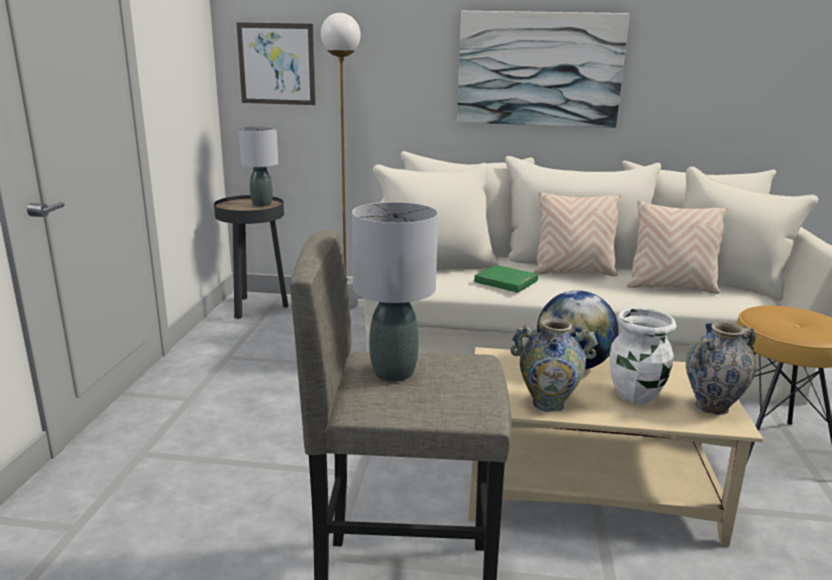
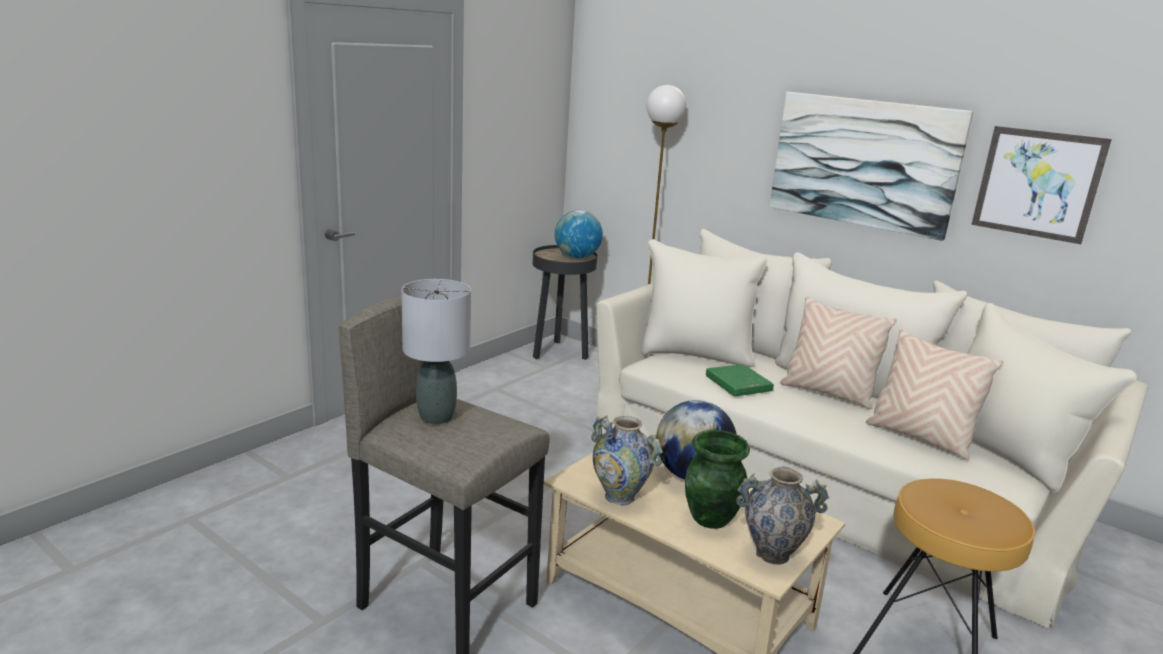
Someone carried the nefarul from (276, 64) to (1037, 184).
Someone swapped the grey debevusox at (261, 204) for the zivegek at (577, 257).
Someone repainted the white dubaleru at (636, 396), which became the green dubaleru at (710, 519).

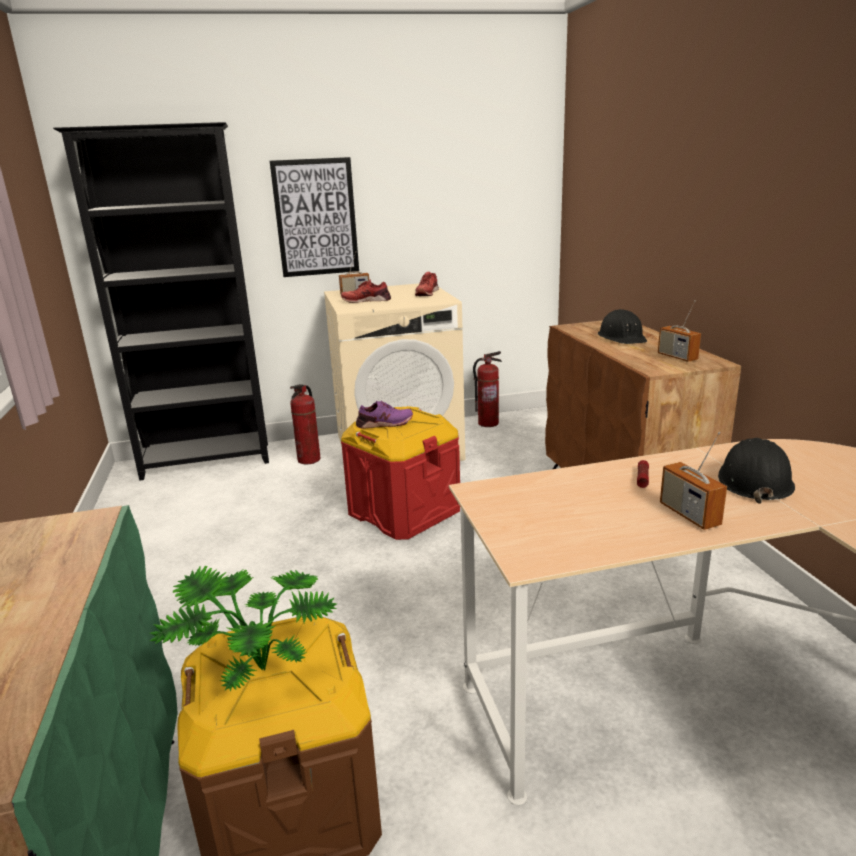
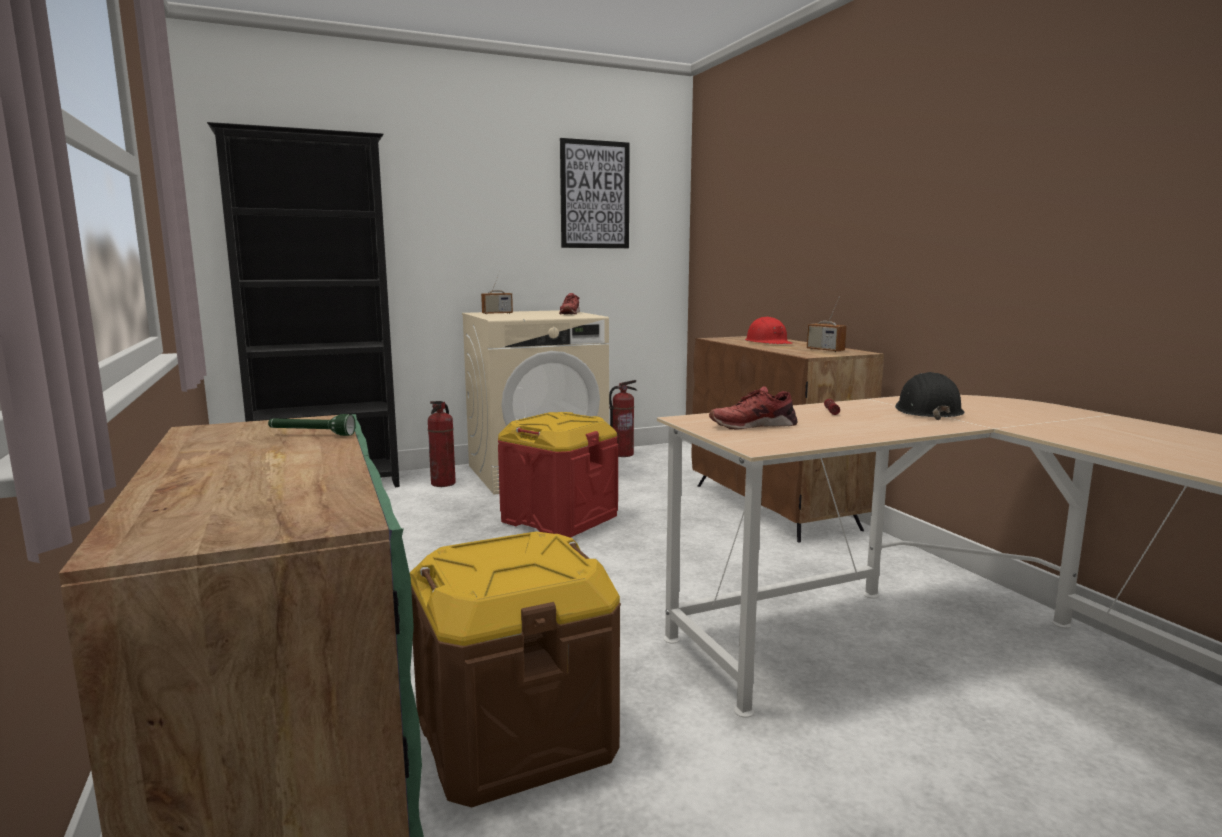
Someone took away the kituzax at (255, 666).
Someone carried the nefarul from (316, 218) to (594, 195).
Someone carried the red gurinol from (366, 300) to (752, 425).
Someone took away the purple gurinol at (384, 423).
Someone repainted the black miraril at (622, 337), which became the red miraril at (768, 342).
Someone took away the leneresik at (689, 515).
Someone put down the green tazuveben at (311, 434).

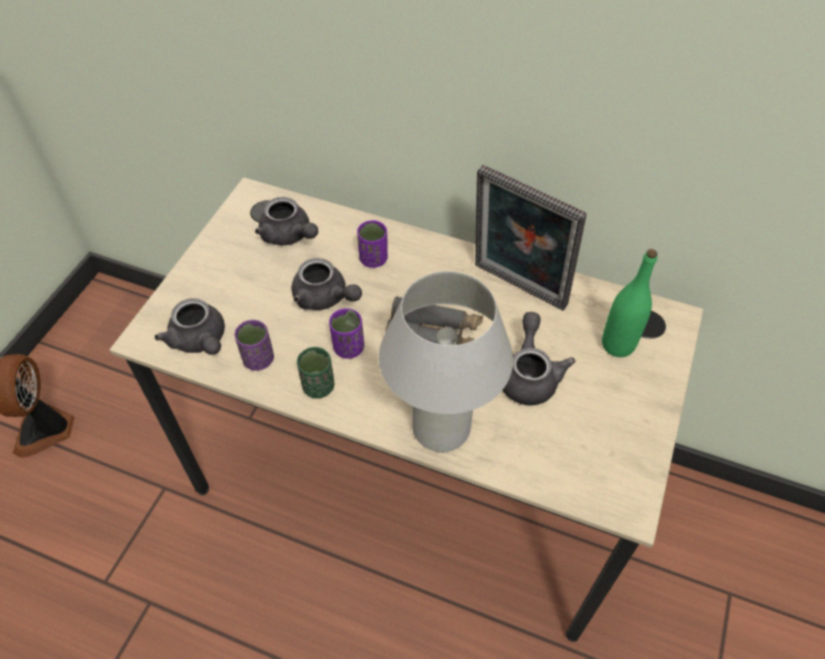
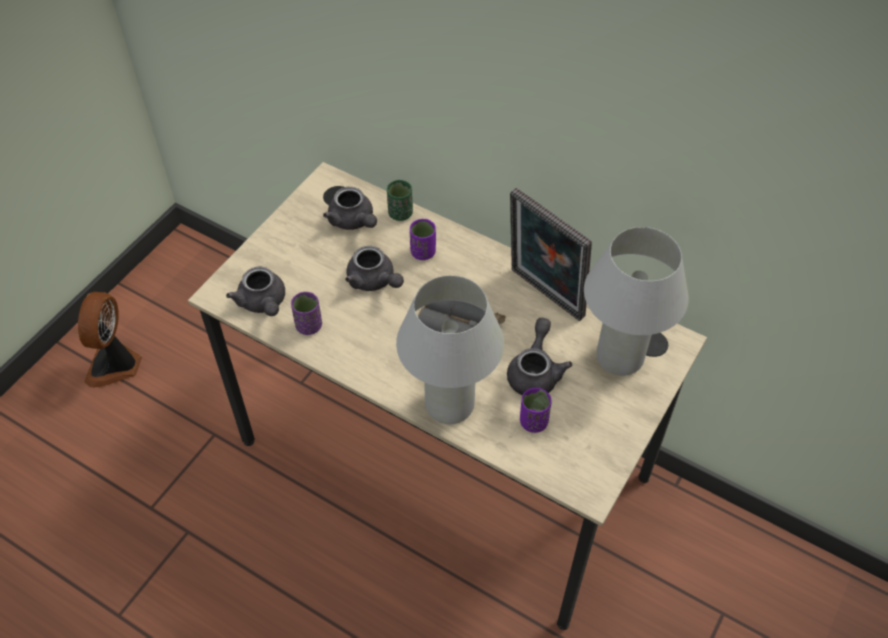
Someone carried the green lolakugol from (318, 386) to (400, 213).
Someone carried the purple lolakugol from (348, 348) to (533, 422).
Someone swapped the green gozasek at (617, 344) for the white debevusox at (619, 357).

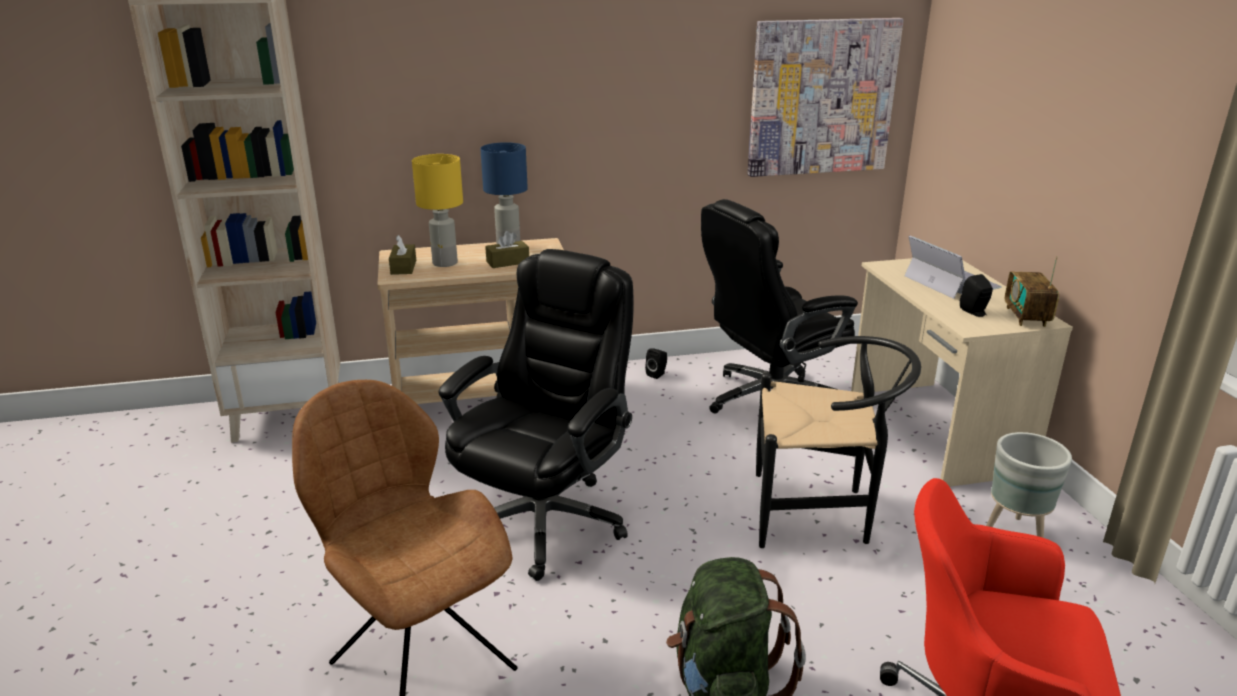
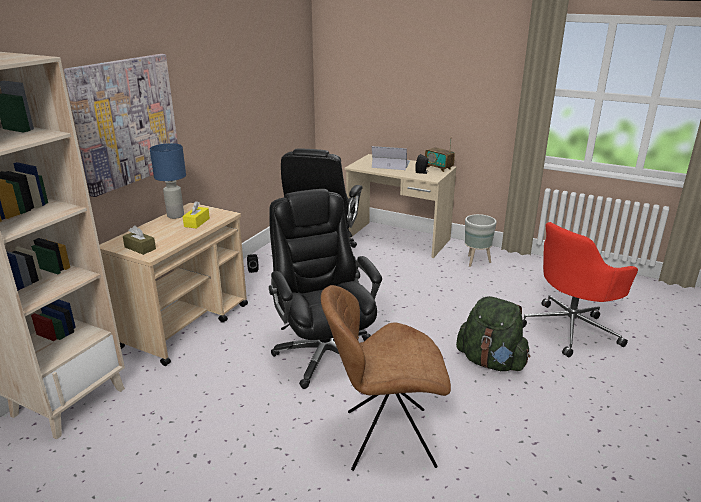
Someone took away the yellow debevusox at (445, 263).
Someone repainted the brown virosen at (508, 262), which became the yellow virosen at (197, 222).
Someone carried the nefarul from (821, 97) to (126, 122).
Someone took away the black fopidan at (820, 513).

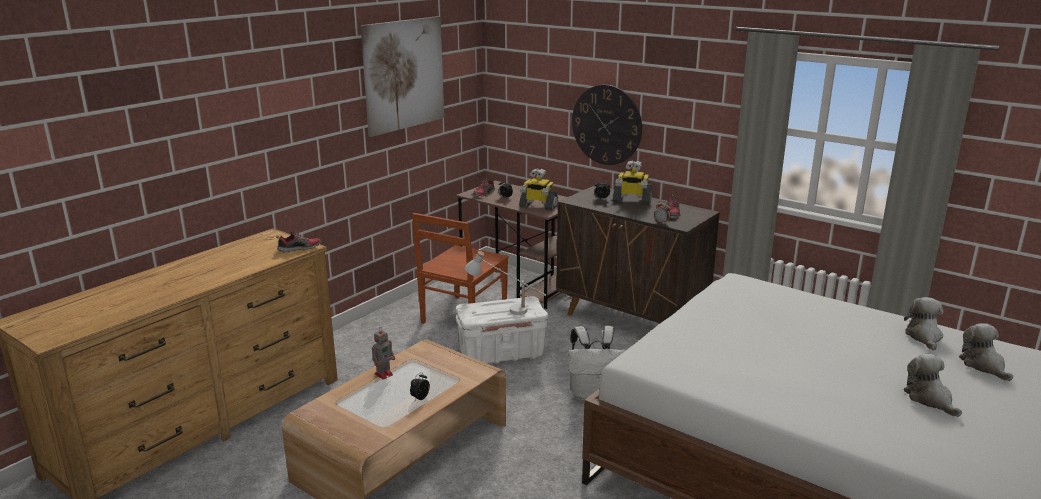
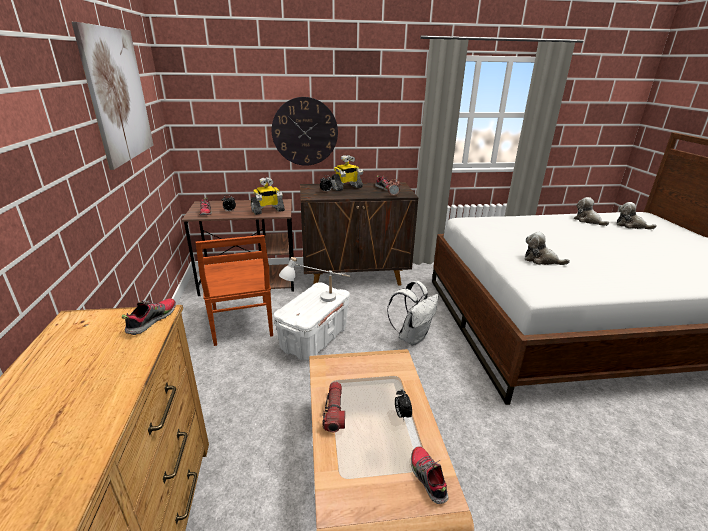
Someone swapped the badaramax at (384, 374) for the tazuveben at (334, 412).
Someone carried the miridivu from (929, 399) to (541, 260).
Someone put down the gurinol at (427, 478).

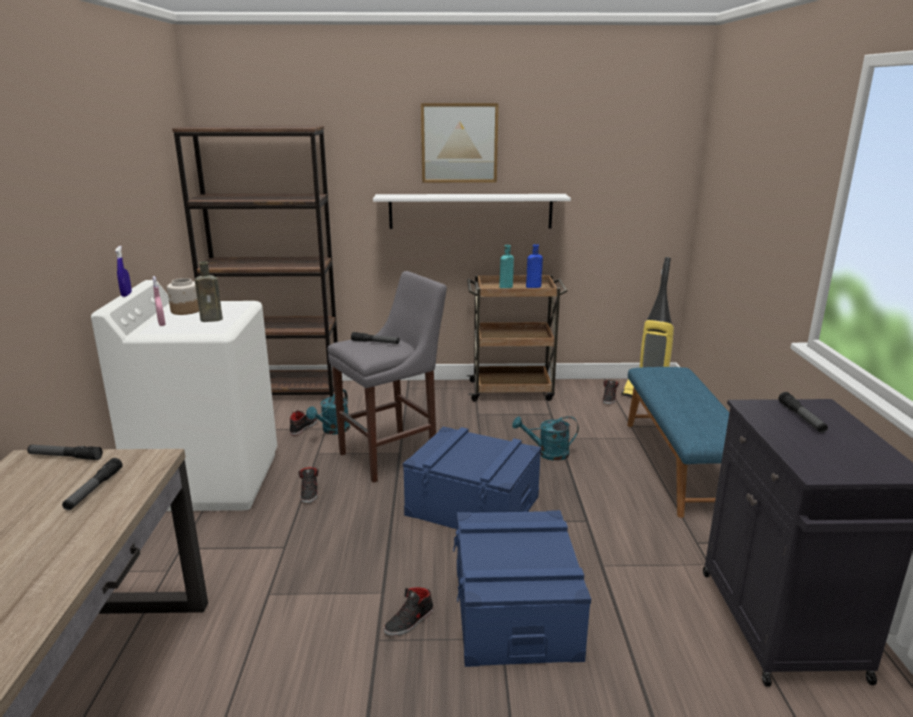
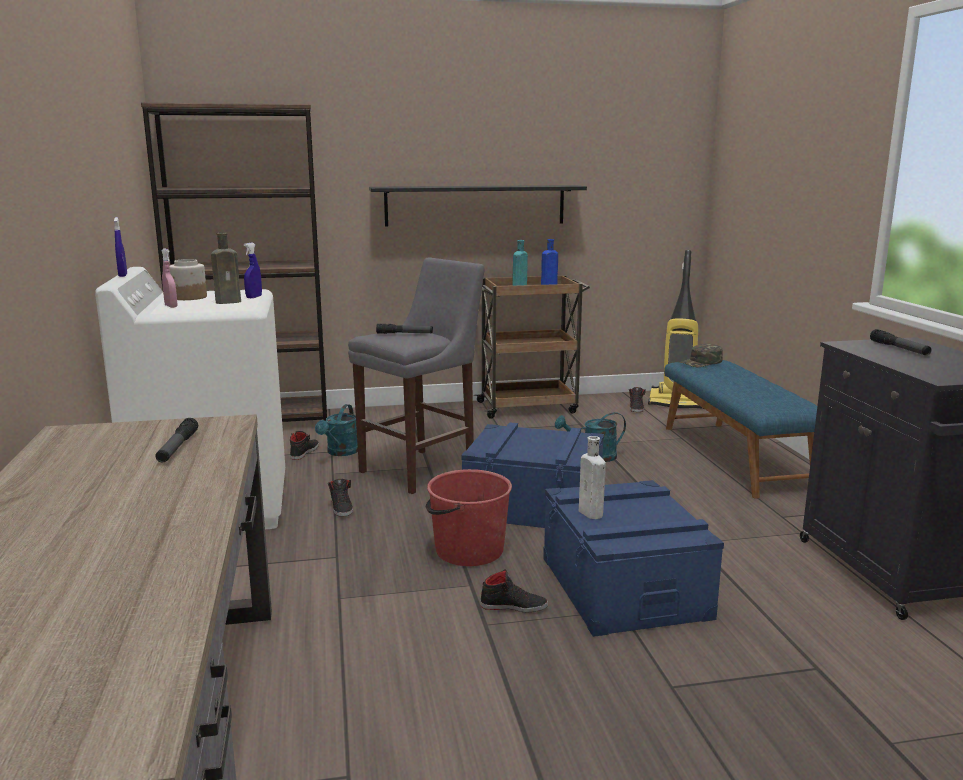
Someone took away the tazuveben at (65, 457).
Someone repainted the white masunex at (470, 211), which became the black masunex at (475, 205).
Someone rotated the black gurinol at (409, 621) by 120 degrees counterclockwise.
Someone took away the nefarul at (459, 143).
Someone put down the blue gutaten at (254, 297).
Someone put down the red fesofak at (468, 550).
Someone put down the white gozasek at (592, 514).
Someone put down the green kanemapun at (701, 362).

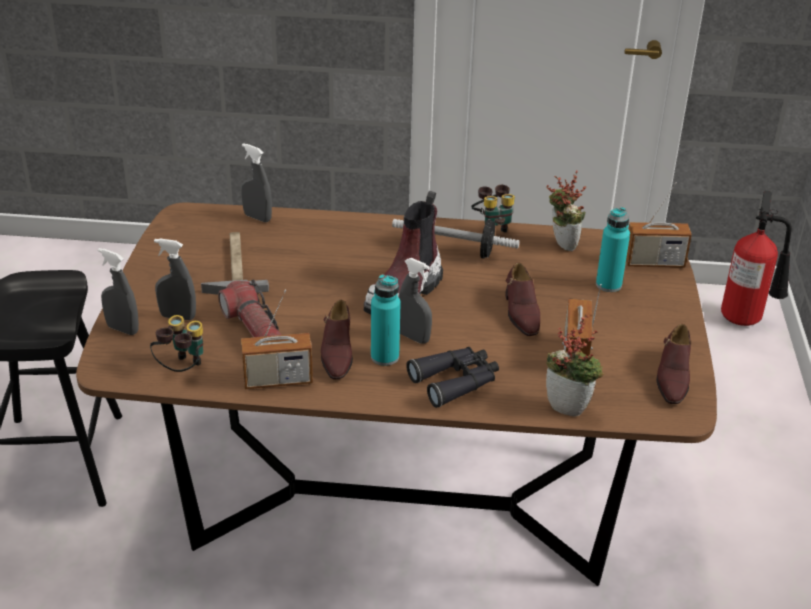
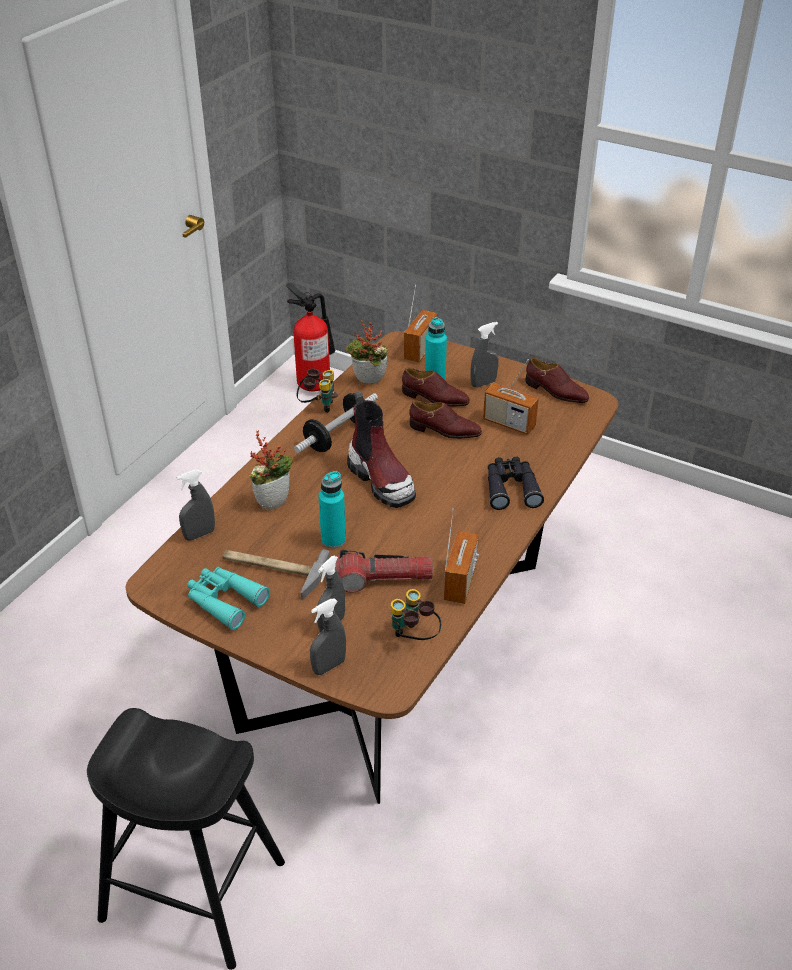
Someone carried the brown gurinol from (337, 353) to (435, 398).
Someone carried the turquoise gozasek from (385, 357) to (333, 540).
Someone carried the grey gutaten from (413, 337) to (483, 383).
Someone carried the kituzax from (570, 407) to (273, 501).
Someone put down the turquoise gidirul at (224, 601).

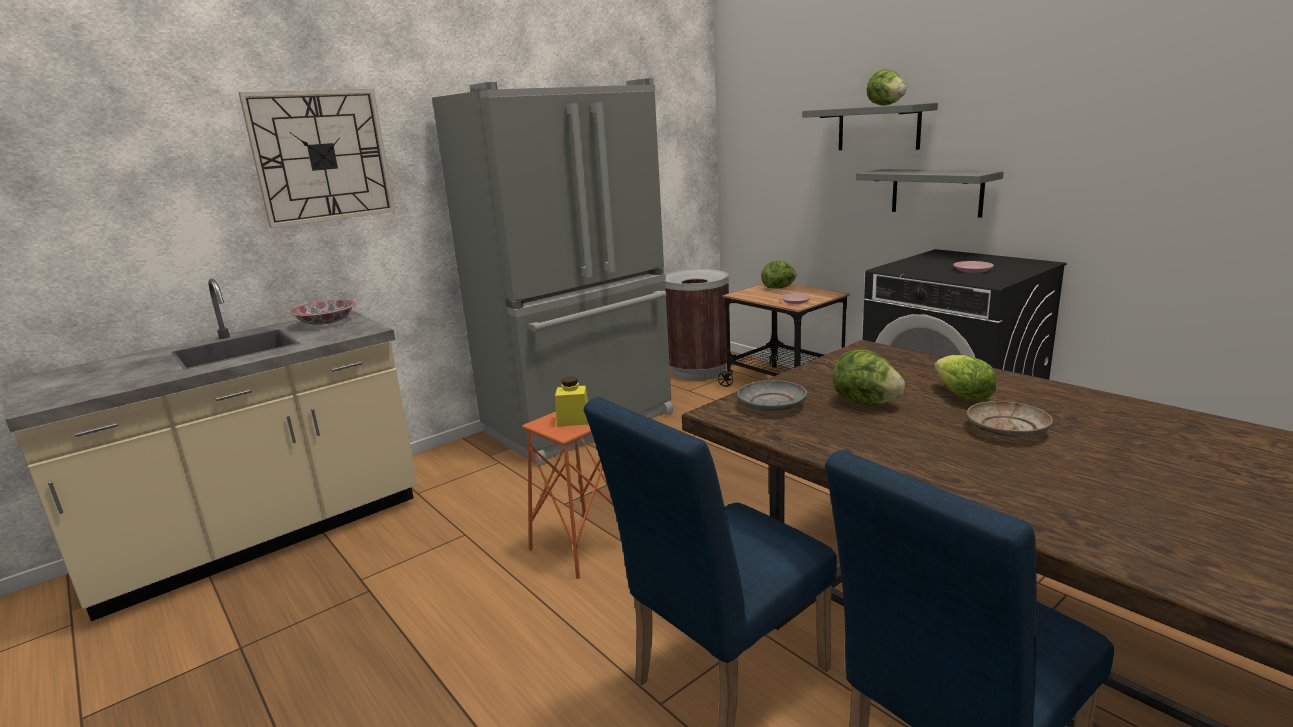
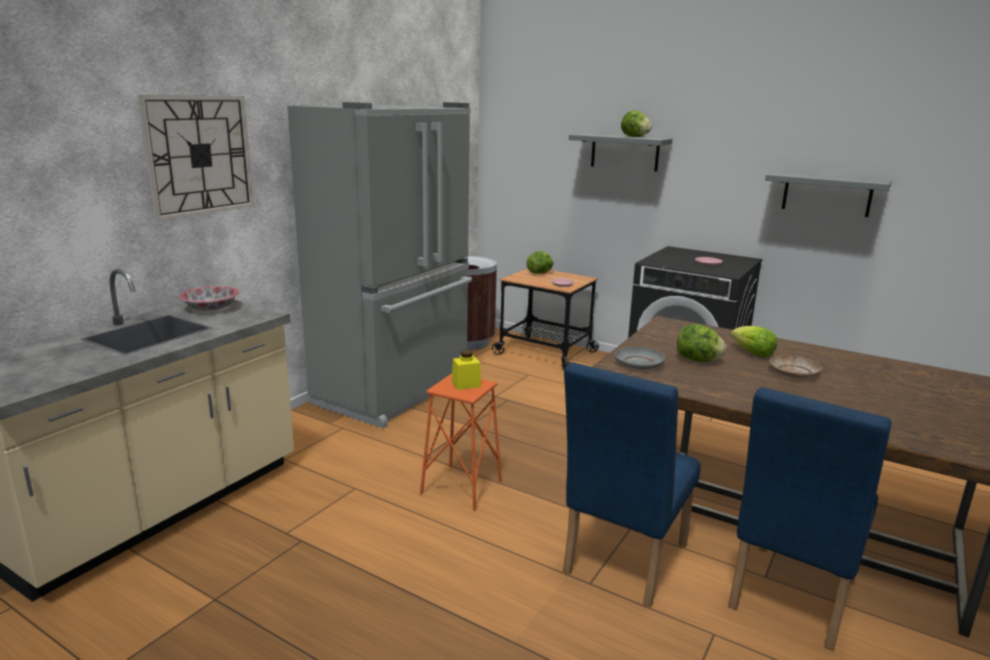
Someone carried the grey masunex from (936, 192) to (827, 194).

